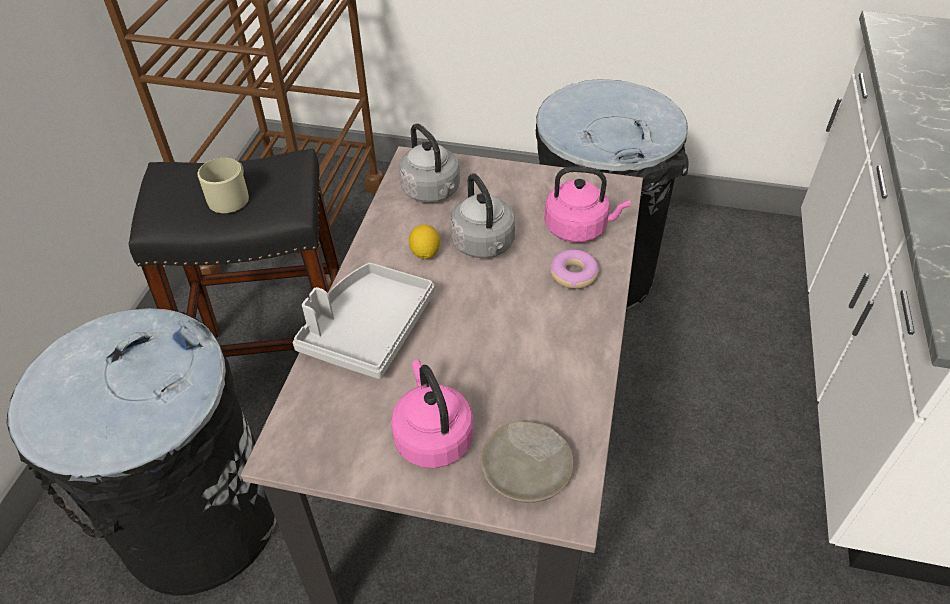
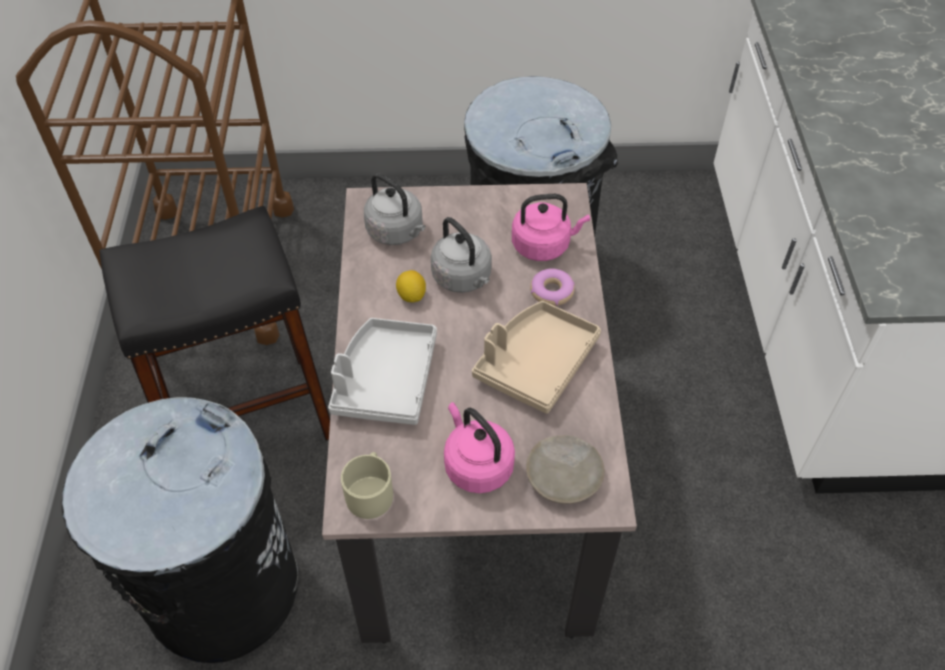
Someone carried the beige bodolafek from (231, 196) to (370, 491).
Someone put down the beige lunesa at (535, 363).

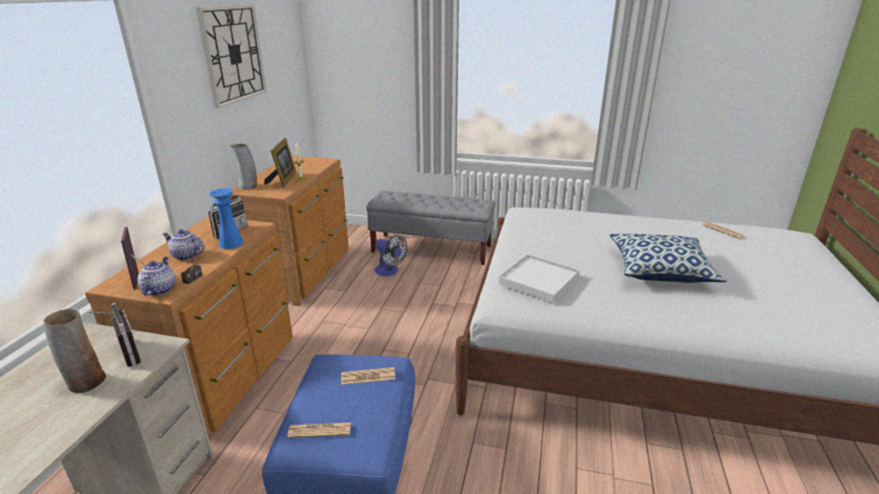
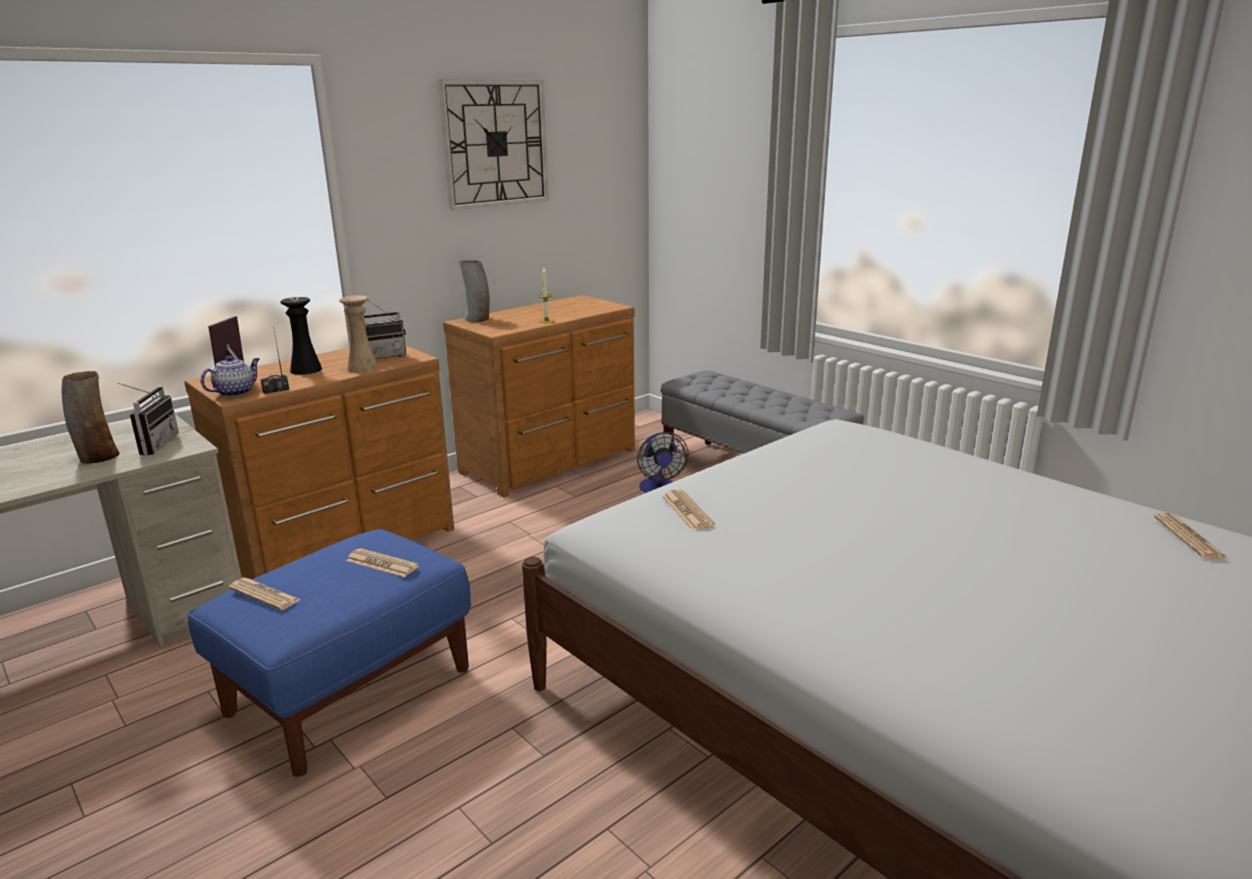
Someone swapped the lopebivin at (186, 256) for the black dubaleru at (306, 370).
Someone repainted the blue dubaleru at (231, 243), which became the beige dubaleru at (362, 368).
Someone took away the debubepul at (283, 180).
Someone swapped the white lunesa at (538, 281) for the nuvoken at (687, 511).
Someone took away the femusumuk at (660, 270).

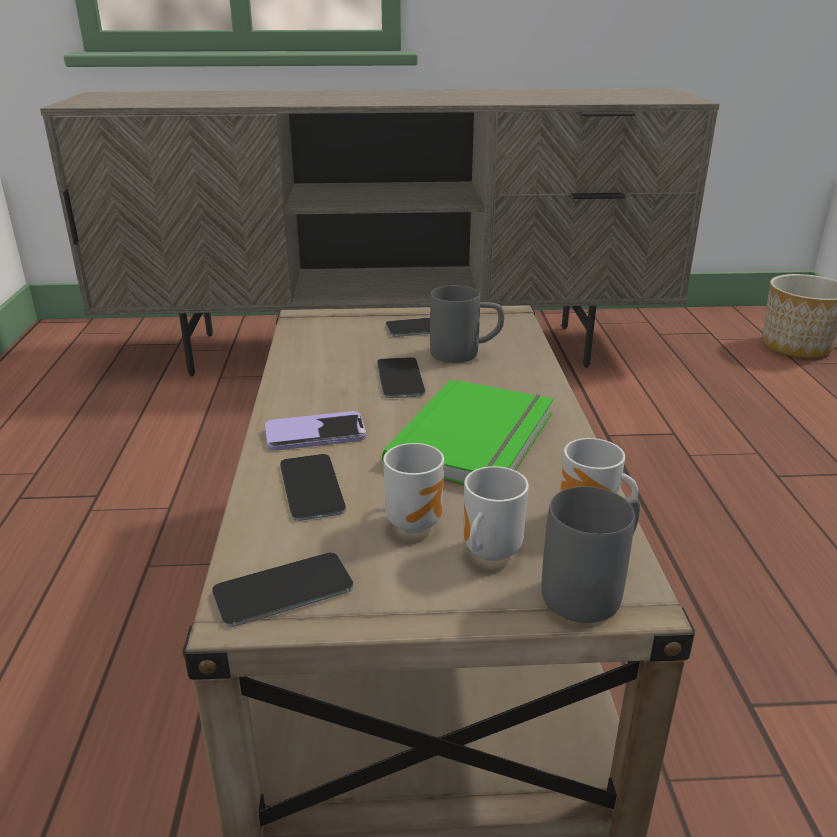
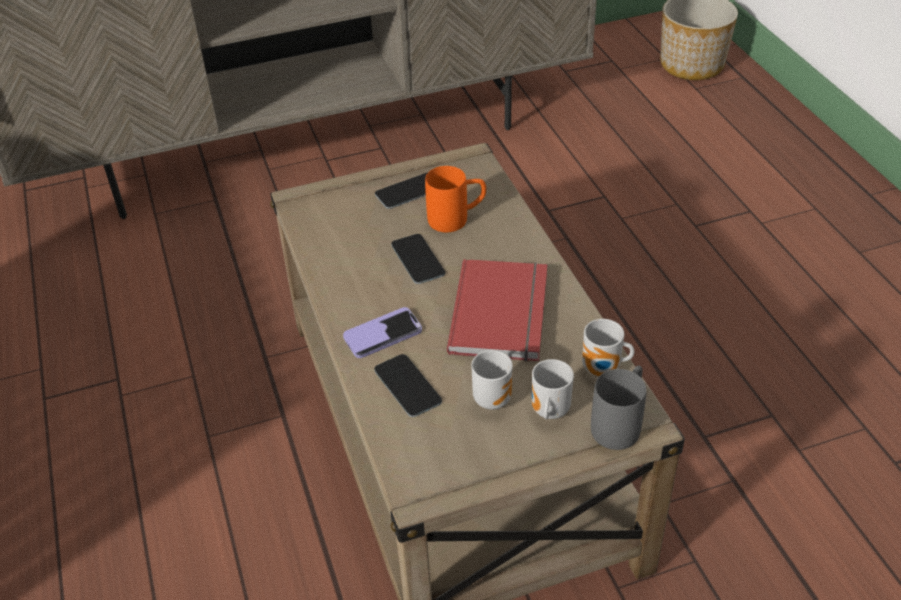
Someone took away the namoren at (283, 590).
Someone repainted the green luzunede at (478, 439), which became the red luzunede at (503, 313).
Someone repainted the grey bodolafek at (465, 354), which became the orange bodolafek at (457, 218).

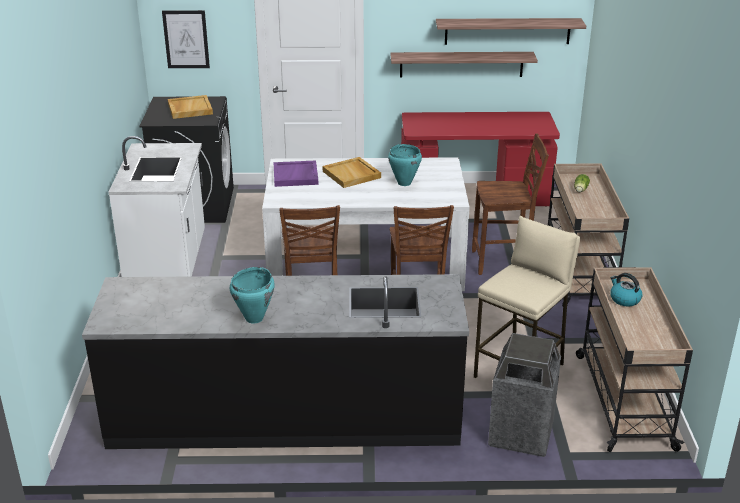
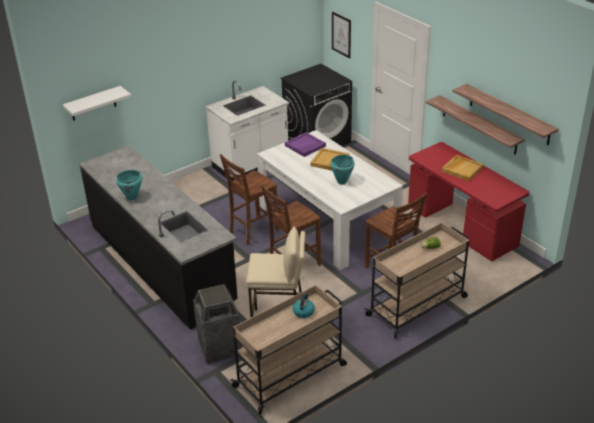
Someone carried the beige lunesa from (189, 109) to (462, 169).
Someone put up the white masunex at (93, 104).

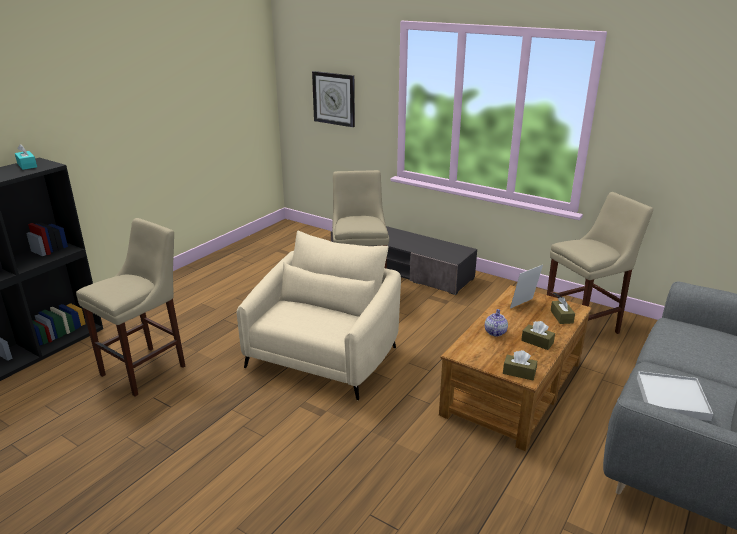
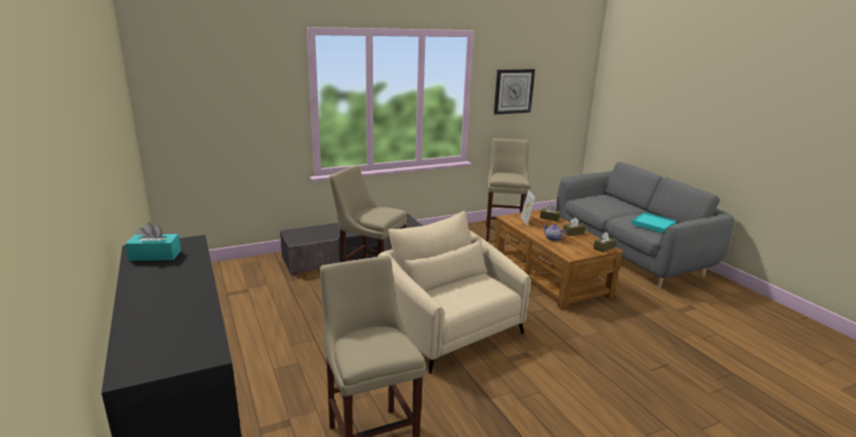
Someone carried the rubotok from (334, 98) to (513, 91).
Someone repainted the white lunesa at (672, 398), which became the turquoise lunesa at (653, 224).

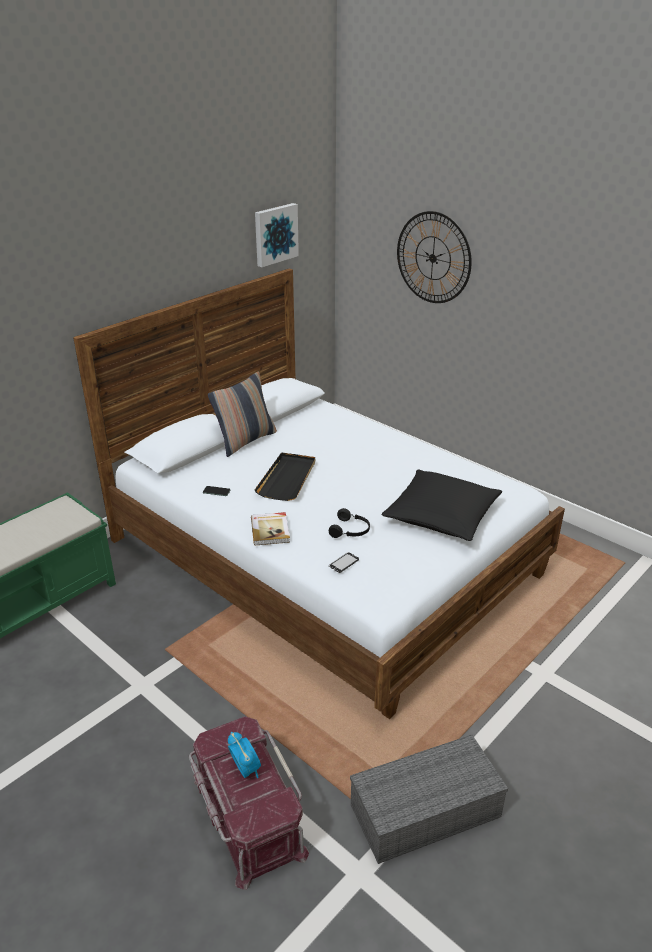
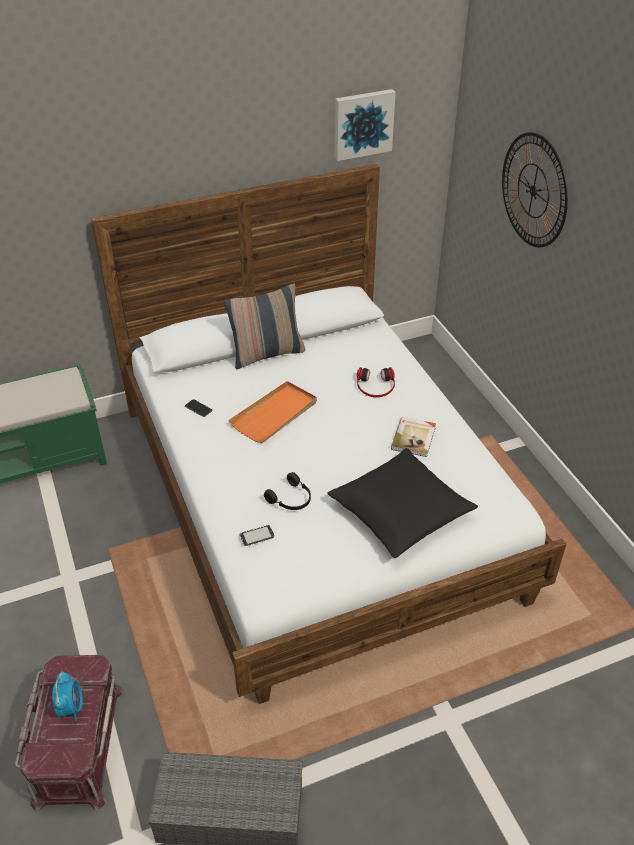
Someone carried the luzunede from (271, 530) to (414, 438).
Someone repainted the black lunesa at (287, 478), which became the orange lunesa at (275, 414).
Someone put down the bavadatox at (375, 386).

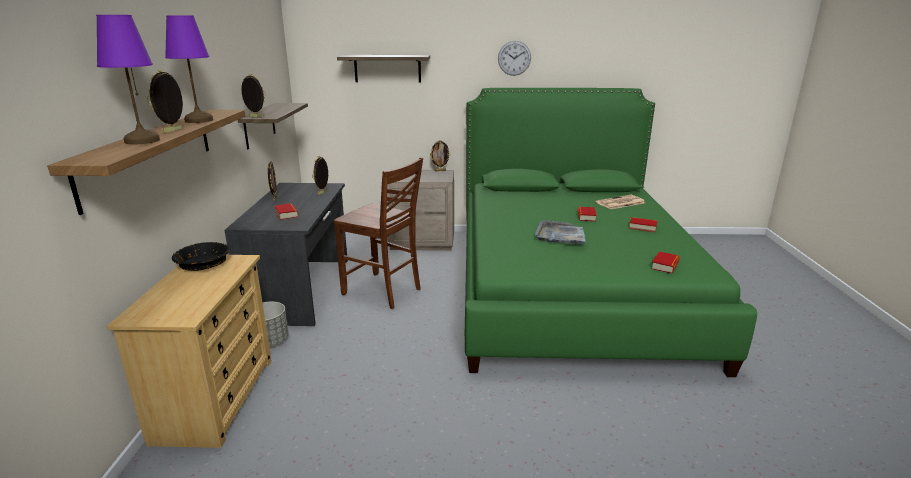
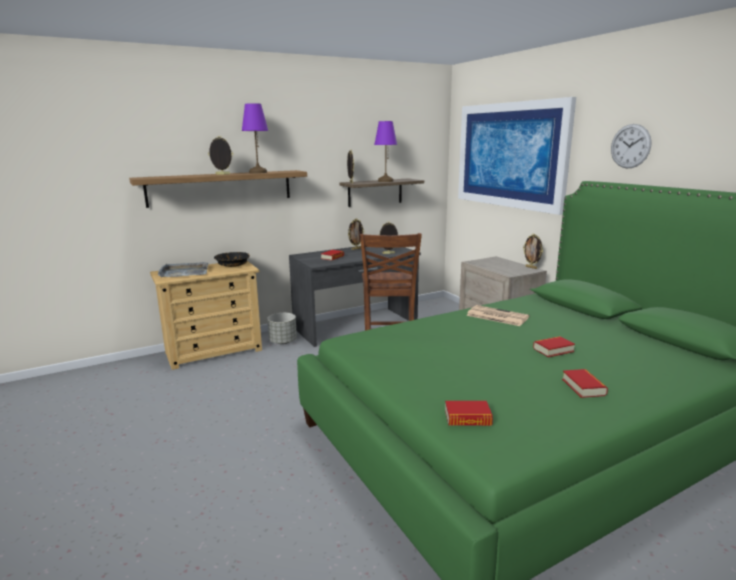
Someone carried the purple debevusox from (142, 141) to (385, 181).
Someone swapped the masunex at (387, 68) for the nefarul at (510, 155).
Someone carried the grey lunesa from (560, 235) to (184, 272).
Someone carried the nuvoken from (620, 203) to (496, 316).

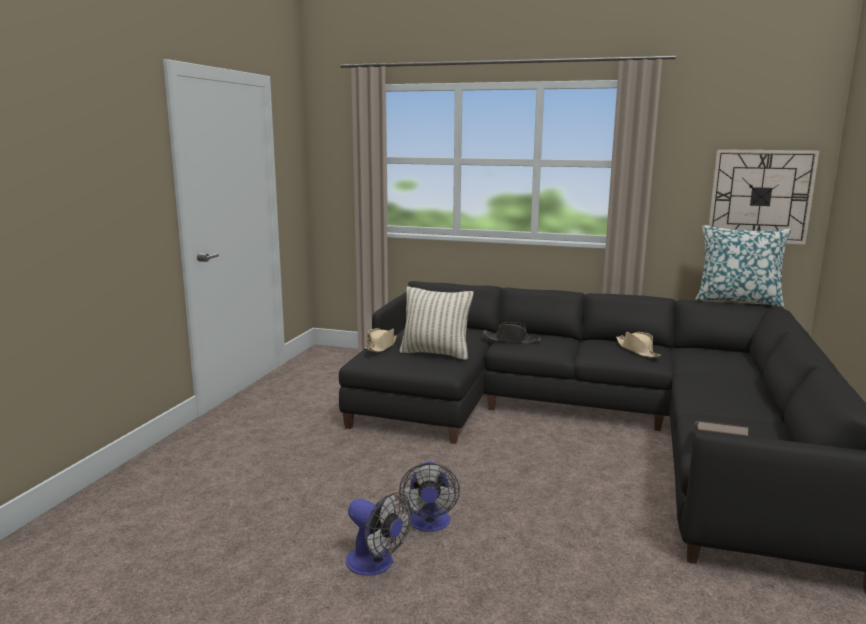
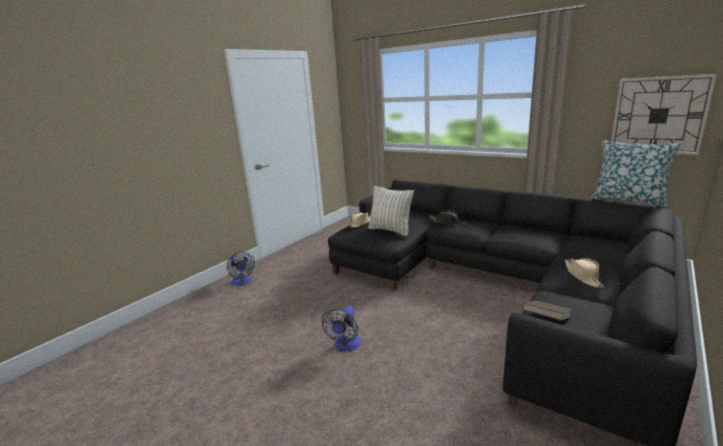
Someone carried the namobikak from (376, 564) to (242, 282).
Someone carried the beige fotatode from (637, 350) to (583, 276).

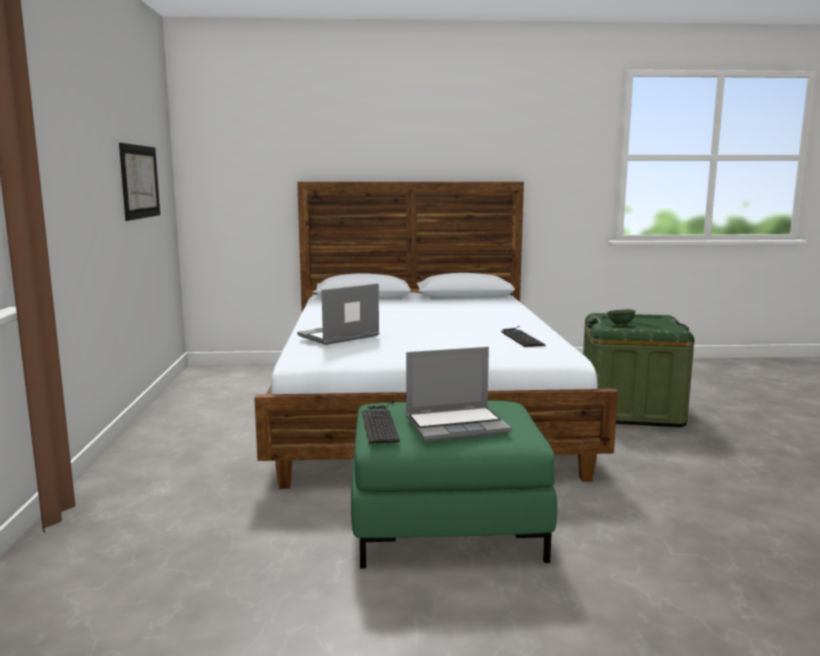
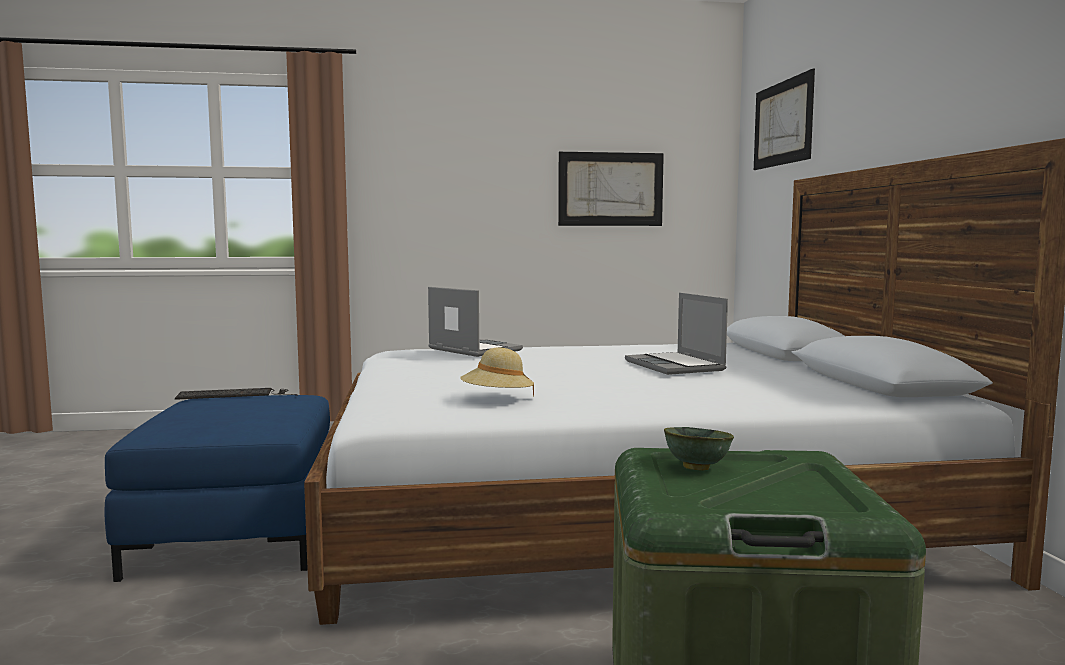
Someone repainted the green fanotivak at (447, 526), which became the blue fanotivak at (238, 534).
Someone carried the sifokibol from (457, 425) to (676, 366).
Someone swapped the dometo at (520, 337) for the beige fotatode at (497, 399).
Someone put up the nefarul at (782, 123).

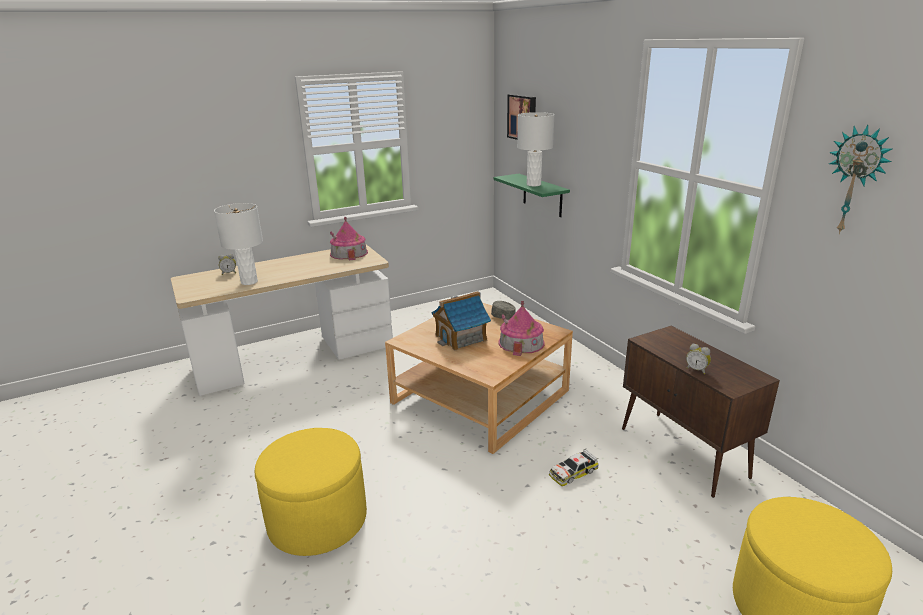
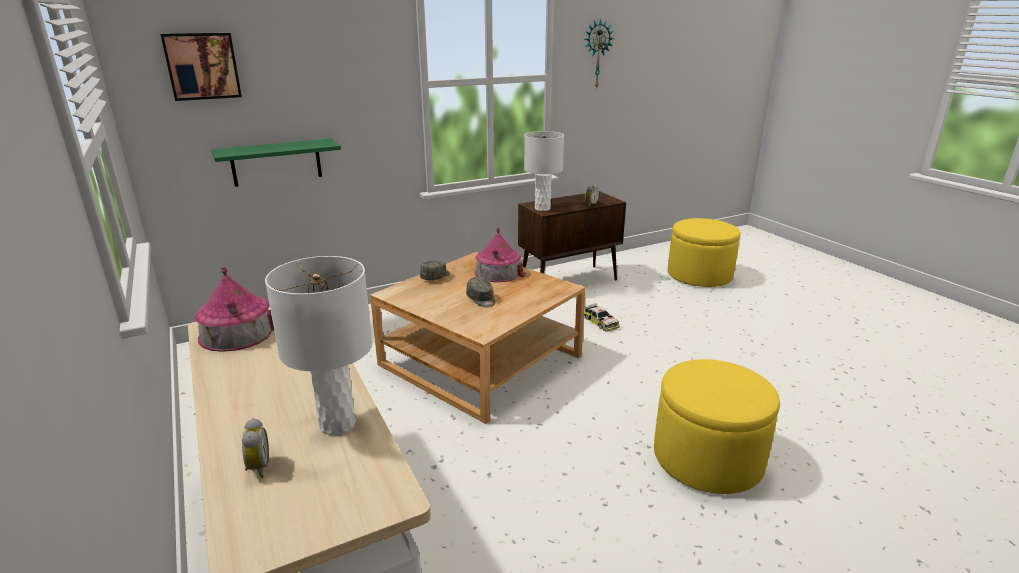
Someone swapped the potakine at (461, 337) for the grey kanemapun at (481, 299).
Someone carried the white debevusox from (533, 184) to (542, 209).

